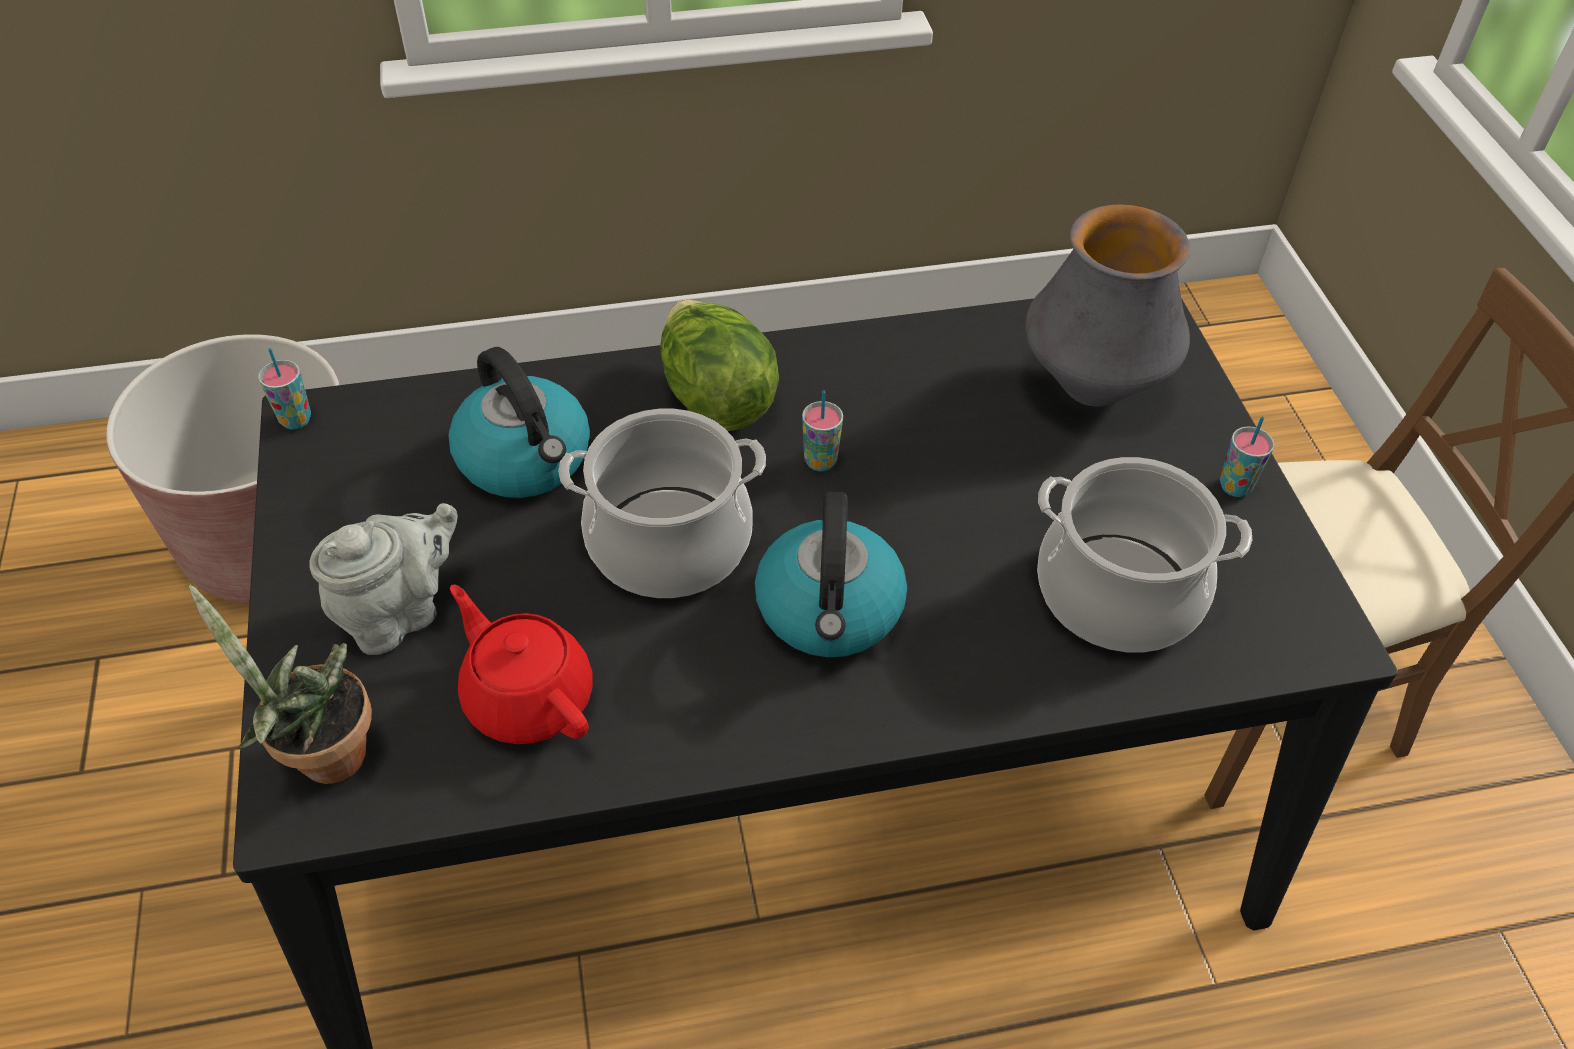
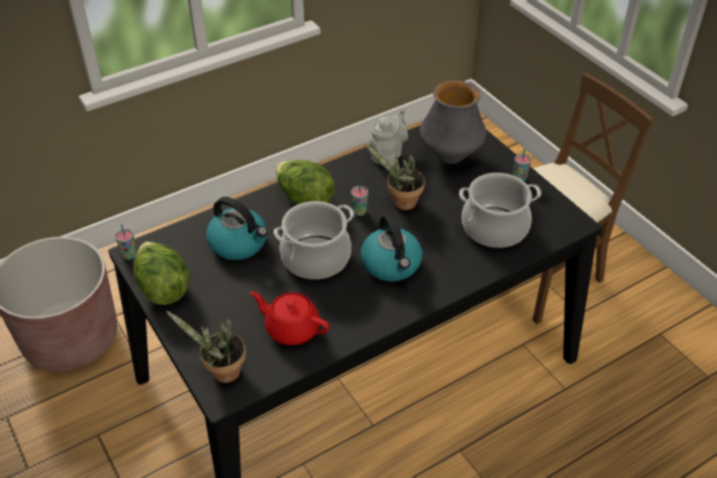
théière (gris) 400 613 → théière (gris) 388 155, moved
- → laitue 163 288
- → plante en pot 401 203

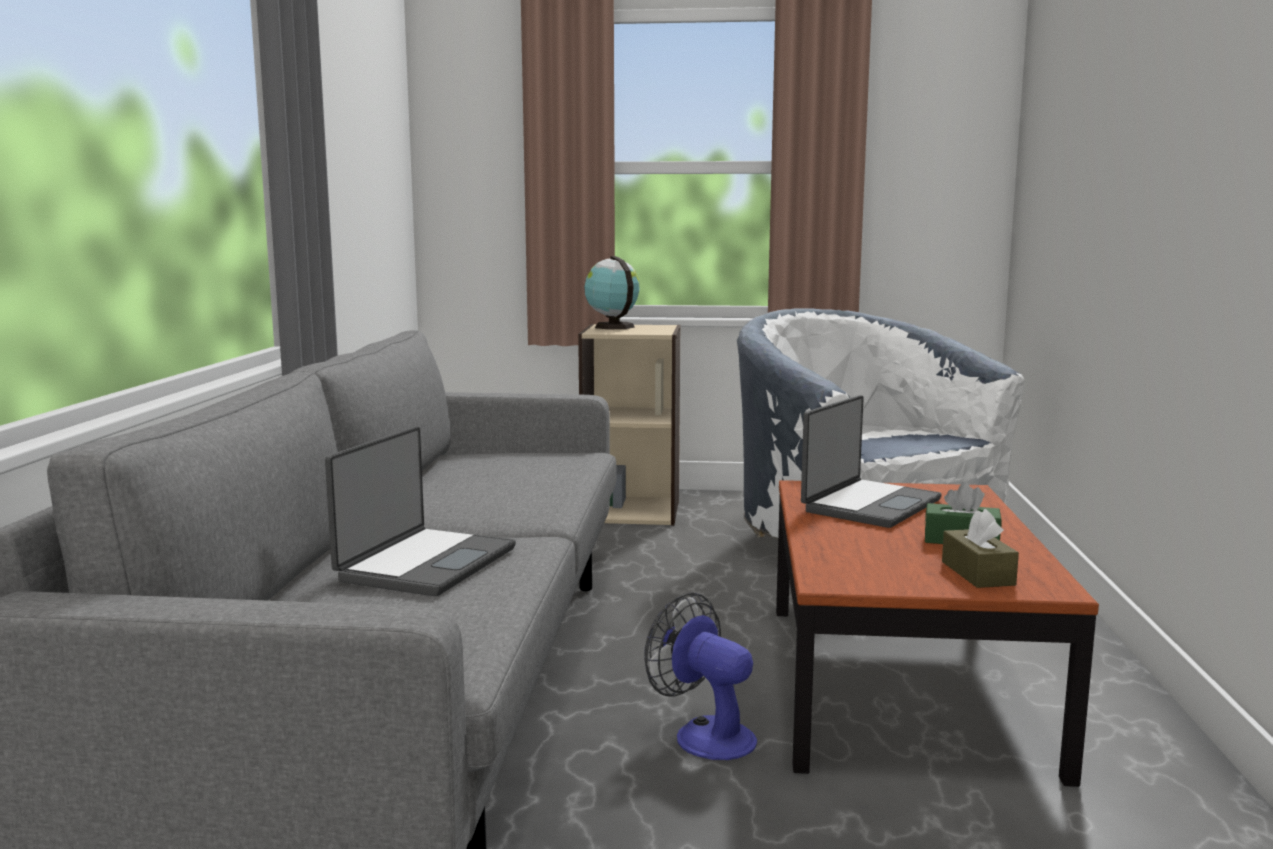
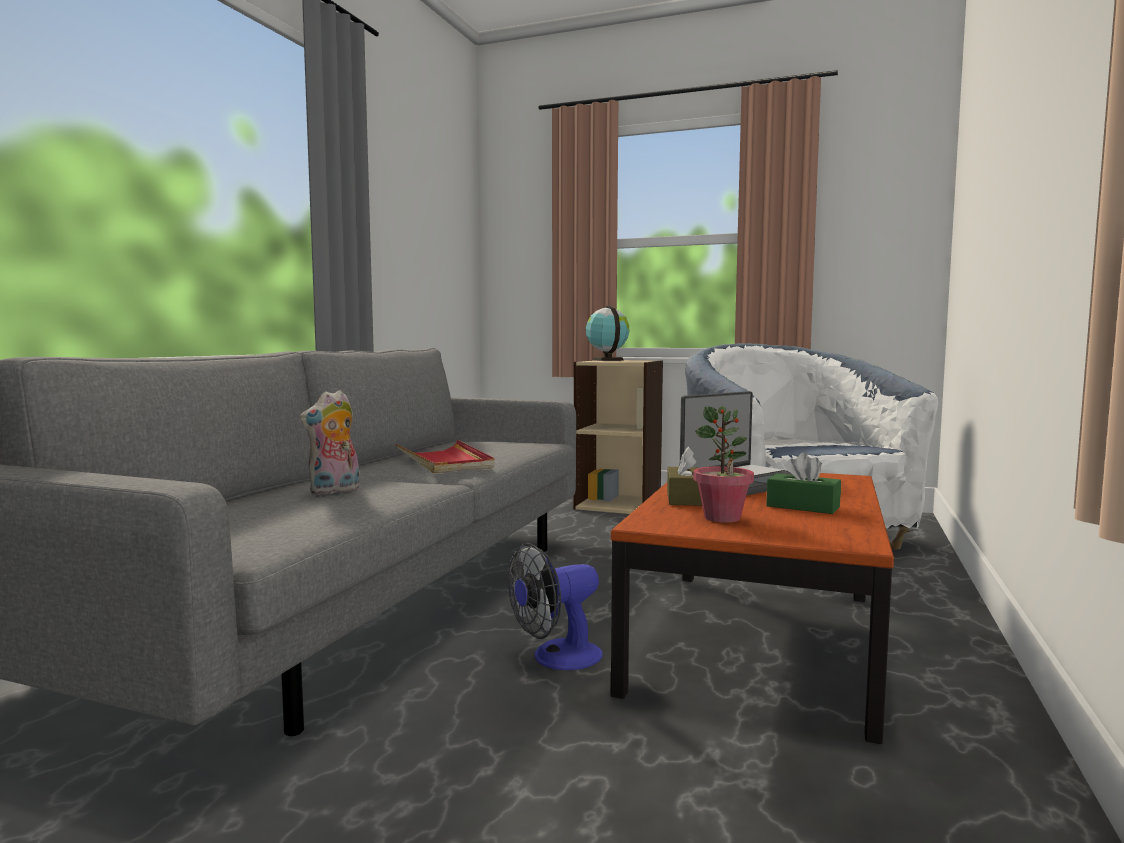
ordinateur portable 425 564 → peluche 335 491
ventilateur 704 734 → ventilateur 556 658, 90 degrees counterclockwise
boîte à mouchoirs (marron) 977 573 → boîte à mouchoirs (marron) 684 498, moved
- → plateau (rouge) 445 461
- → plante en pot 722 518

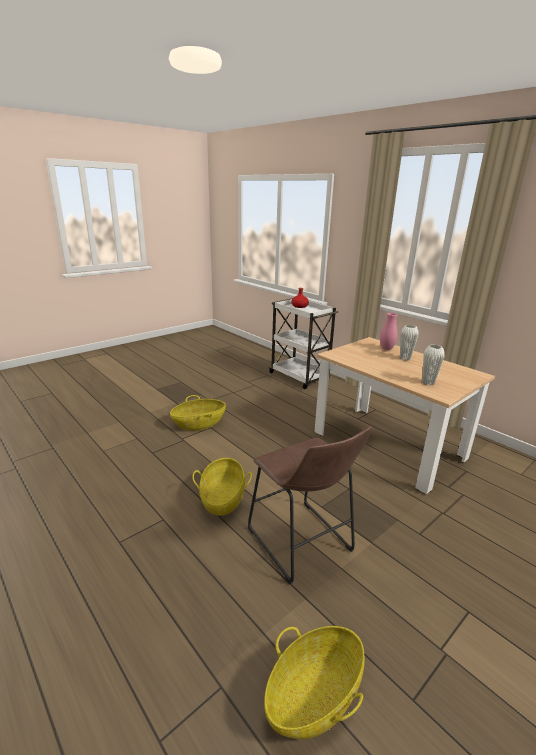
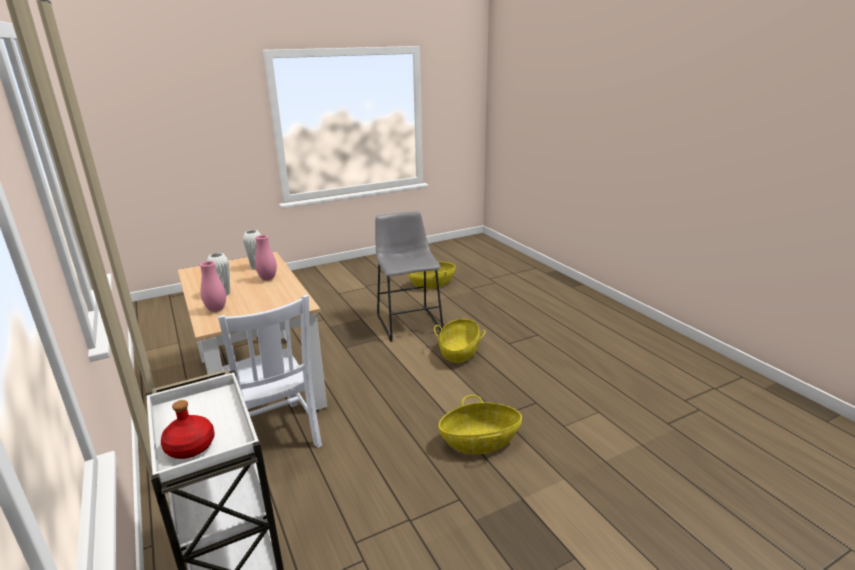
tabouret (marron) 302 544 → tabouret (gris) 408 322
- → chaise (blanc) 276 437
- → vase (rose) 268 278

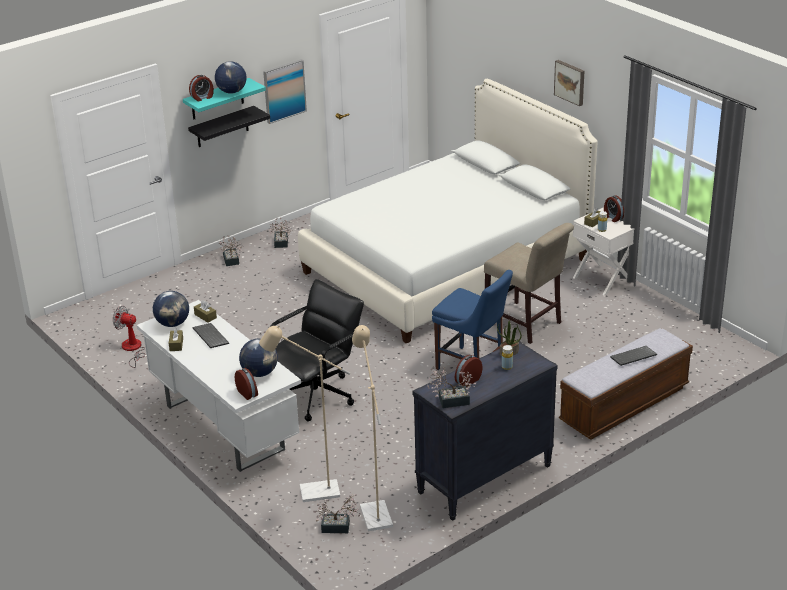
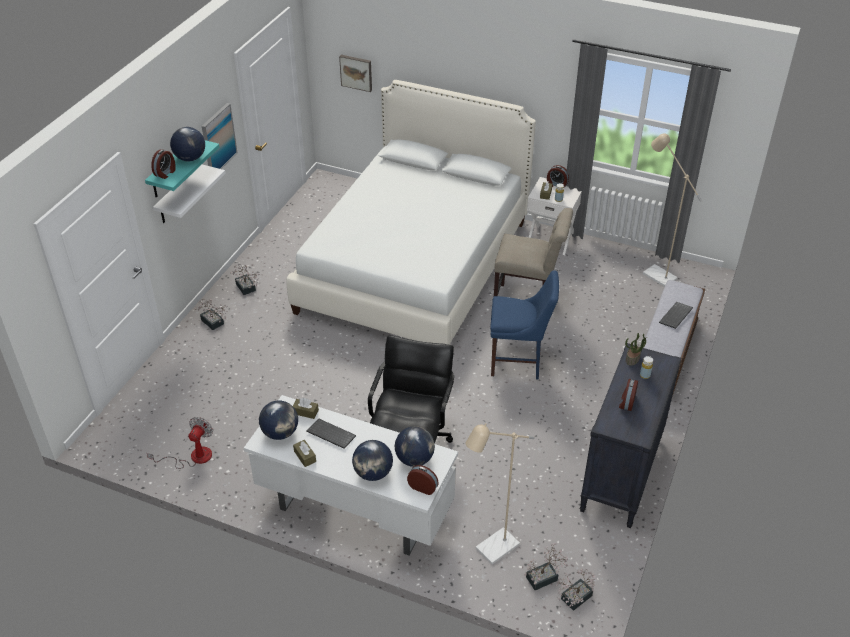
ventilateur 132 349 → ventilateur 193 457, 120 degrees clockwise
étagère (noir) 222 127 → étagère (blanc) 178 195
lampadaire (beige) 374 511 → lampadaire (beige) 654 273, moved
plante en pot 450 401 → plante en pot 573 599, moved
tableau 570 82 → tableau 356 72, moved
- → globe 373 473

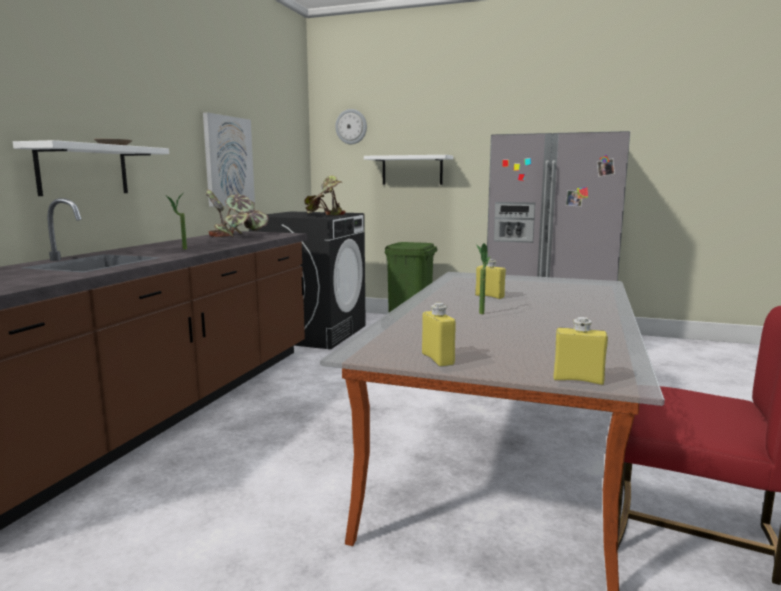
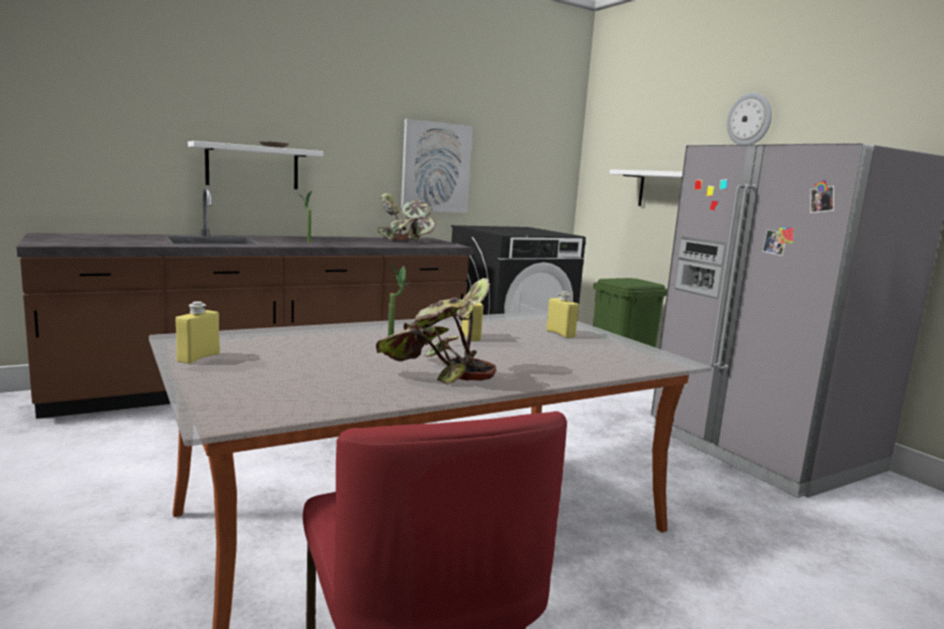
plante en pot 324 215 → plante en pot 437 372, moved
horloge murale 351 126 → horloge murale 749 119, moved
bouteille (jaune) 578 380 → bouteille (jaune) 560 334, moved

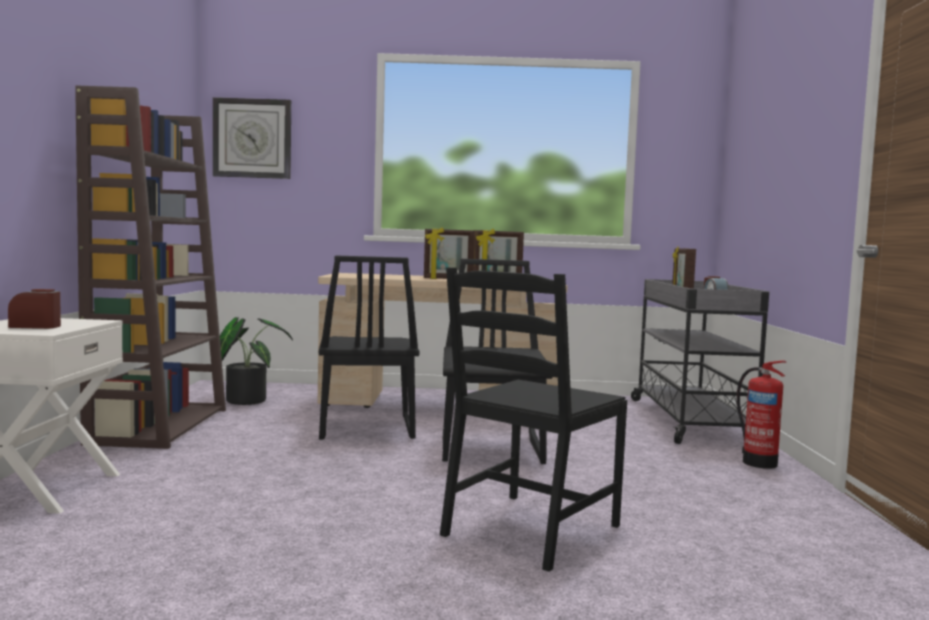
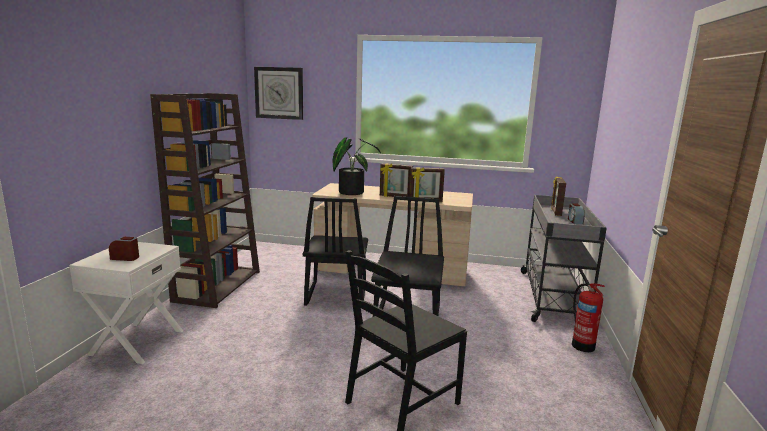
plante en pot 246 400 → plante en pot 351 192, moved

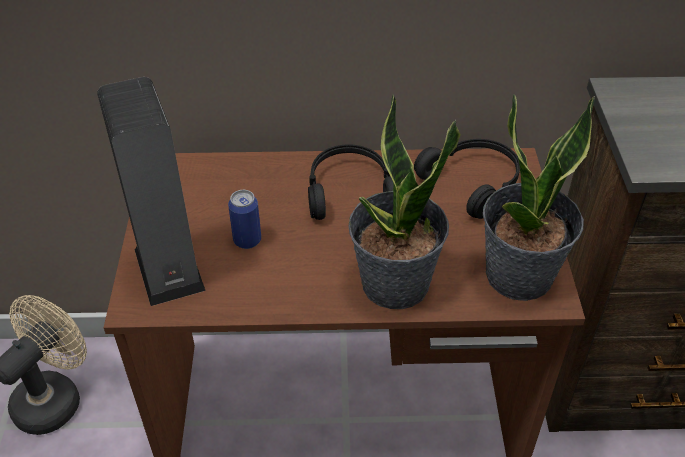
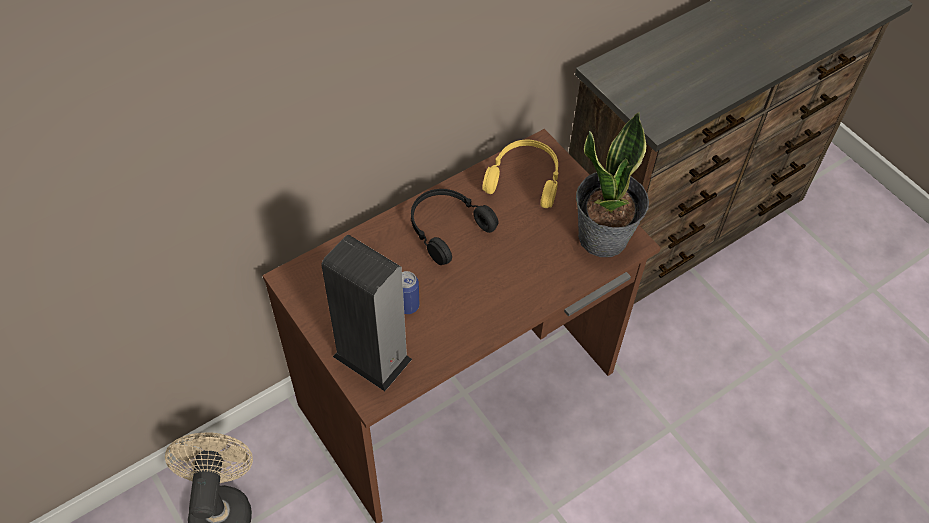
plante en pot 394 284 → -
casque audio (noir) 473 182 → casque audio (jaune) 525 178

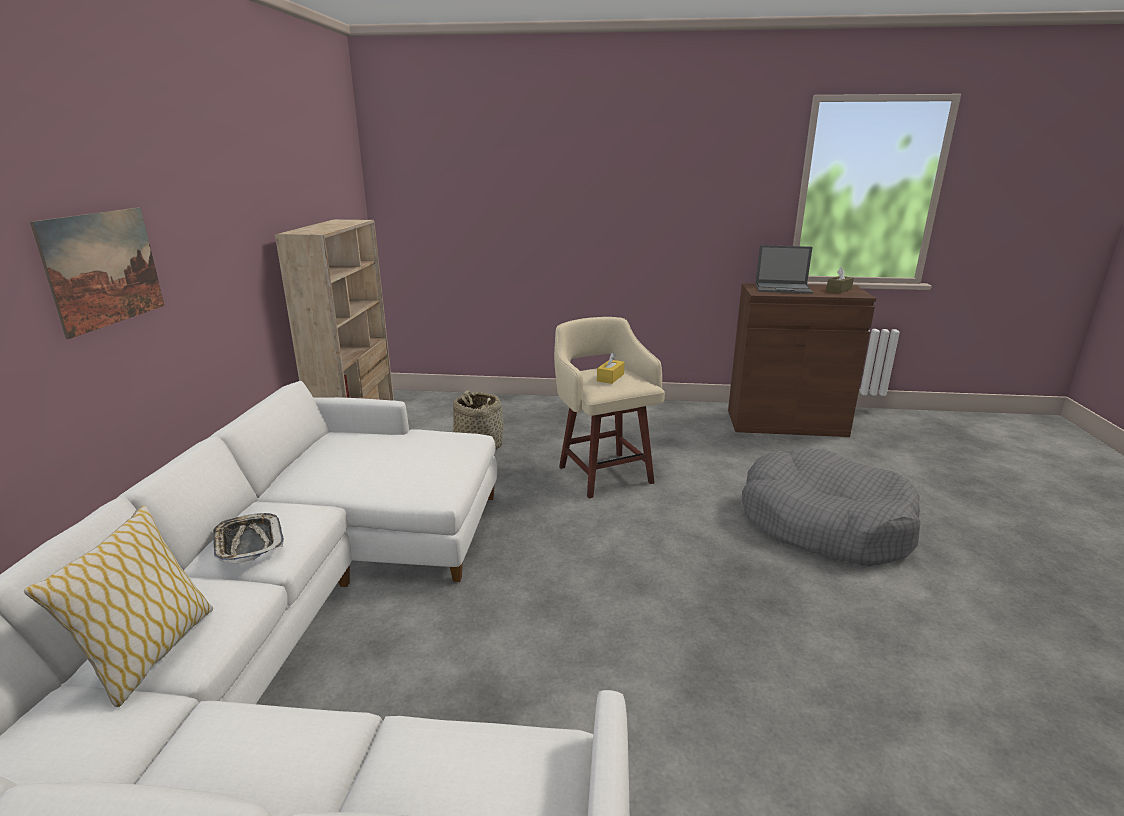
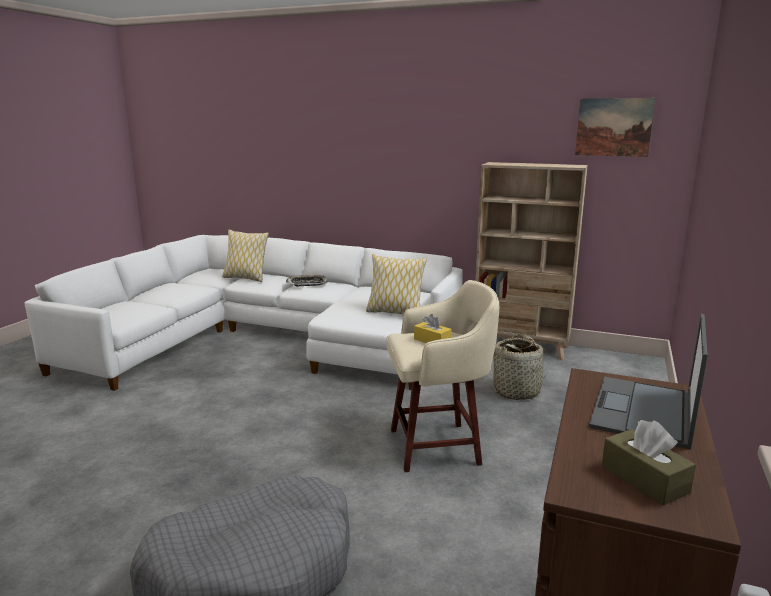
tableau 104 269 → tableau 613 127, moved
- → coussin 395 312

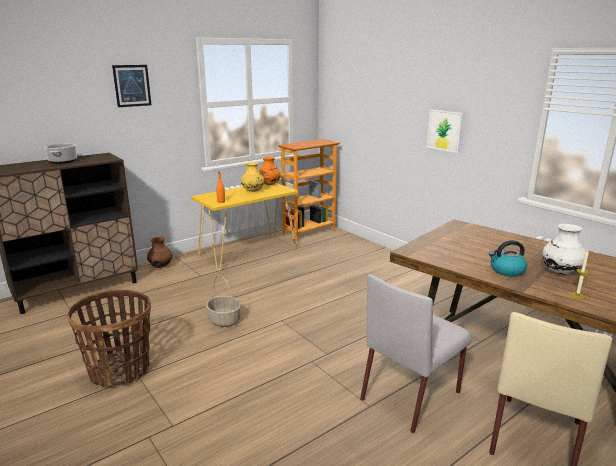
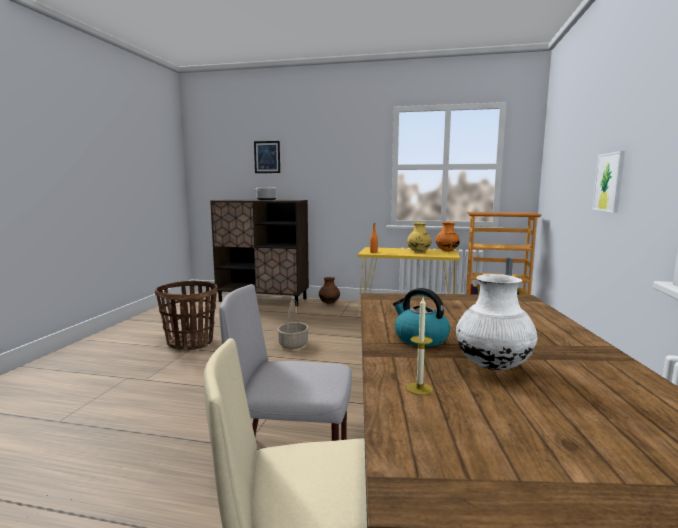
tableau 132 85 → tableau 267 157, moved

